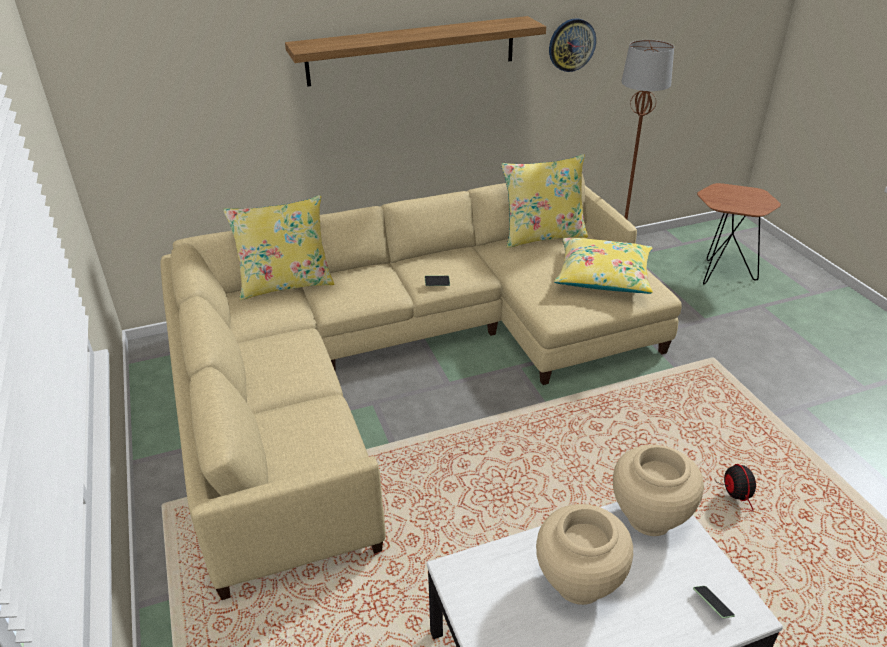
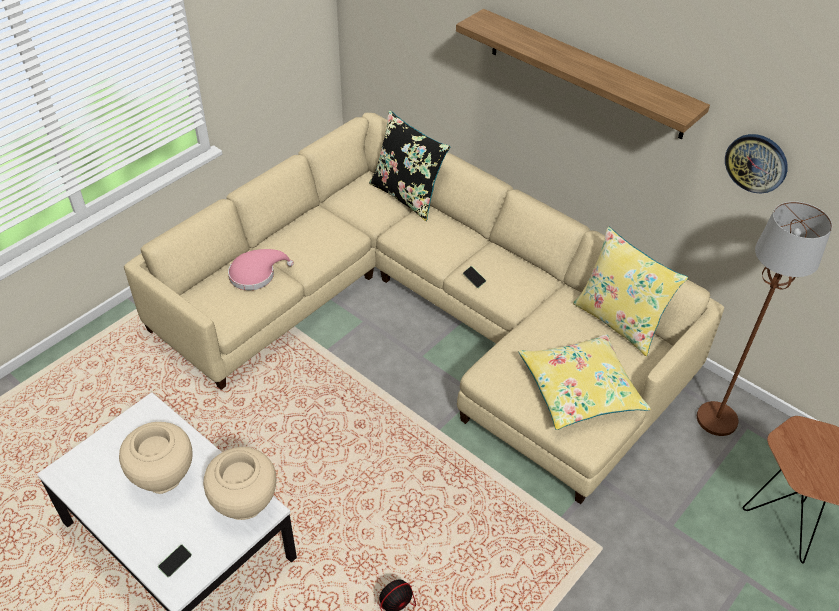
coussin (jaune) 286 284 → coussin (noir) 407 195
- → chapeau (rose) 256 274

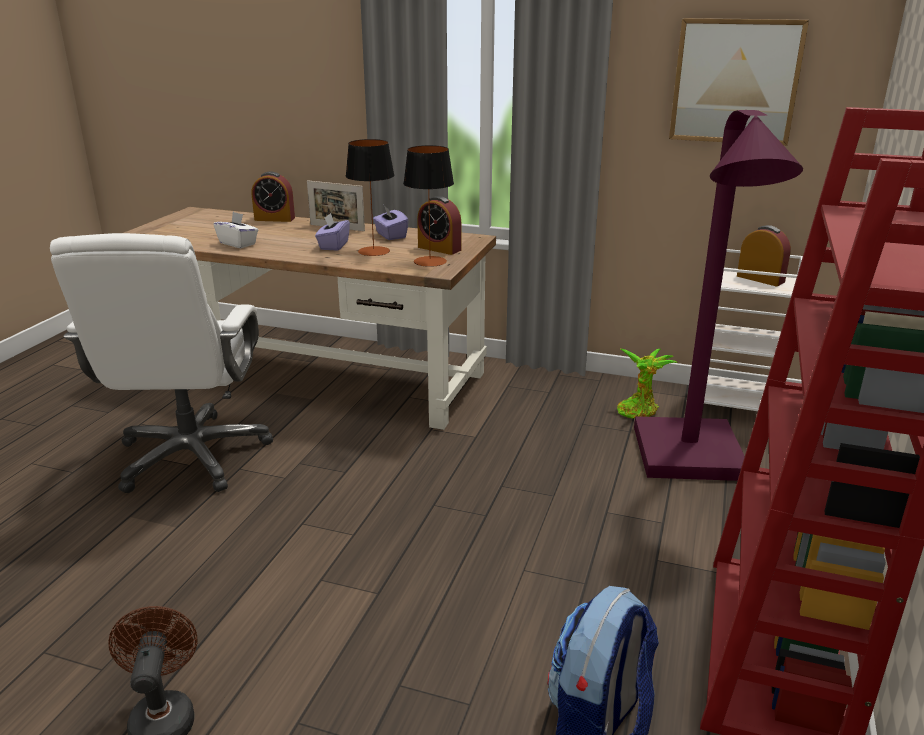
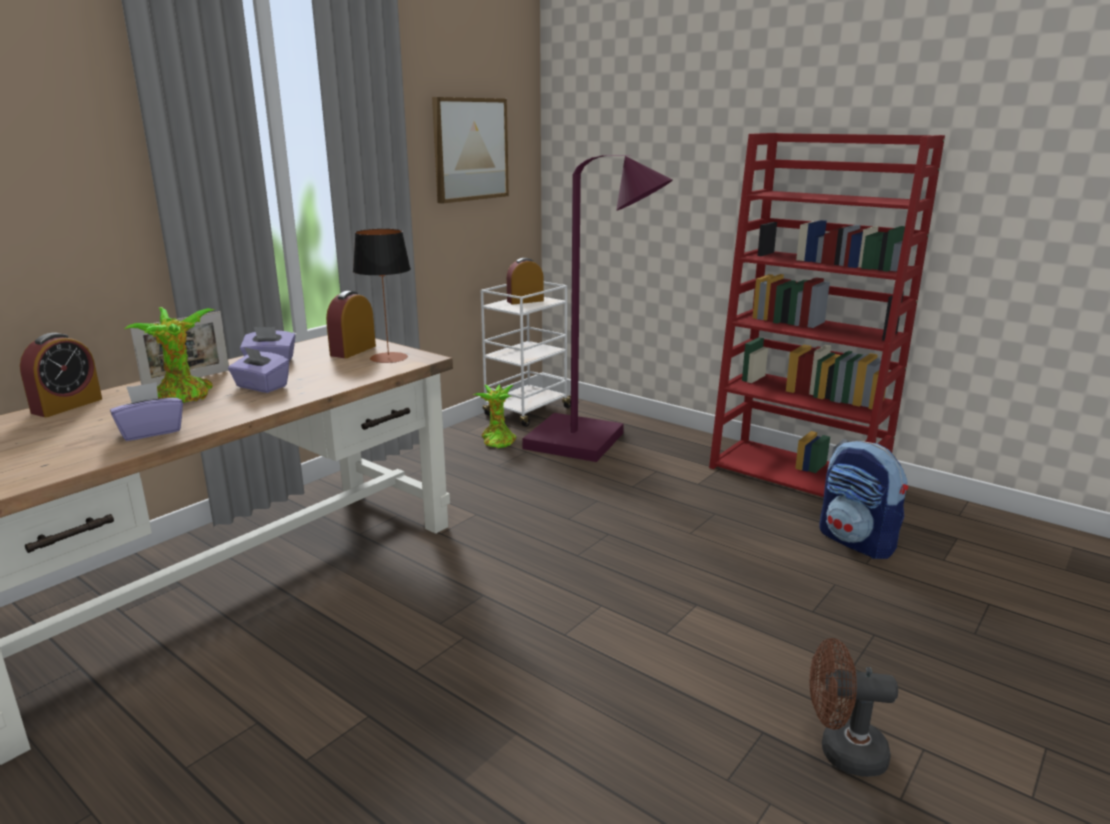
chaise de bureau (blanc) 192 456 → -
boîte à mouchoirs (blanc) 238 243 → boîte à mouchoirs (violet) 151 432
lampe de table 373 251 → -
réveil 439 248 → réveil 353 351, 150 degrees clockwise
- → plante en pot 185 397

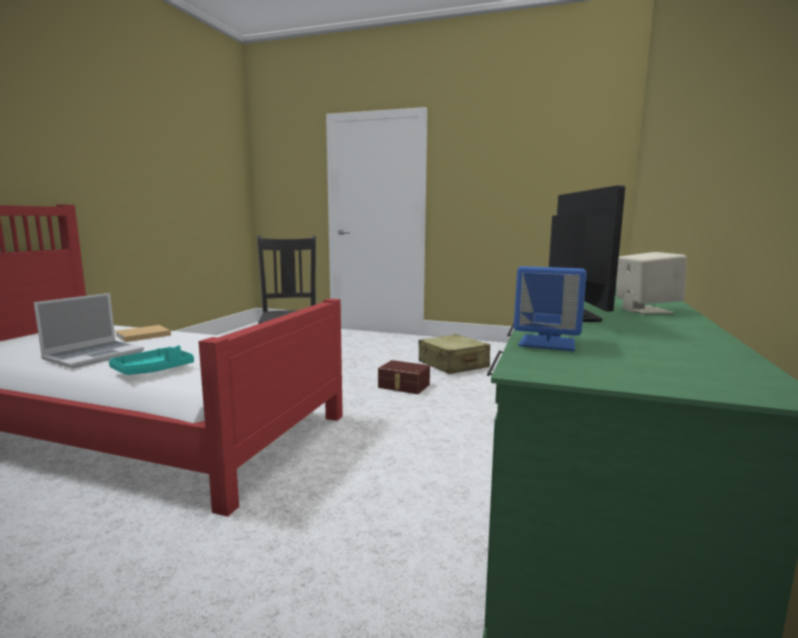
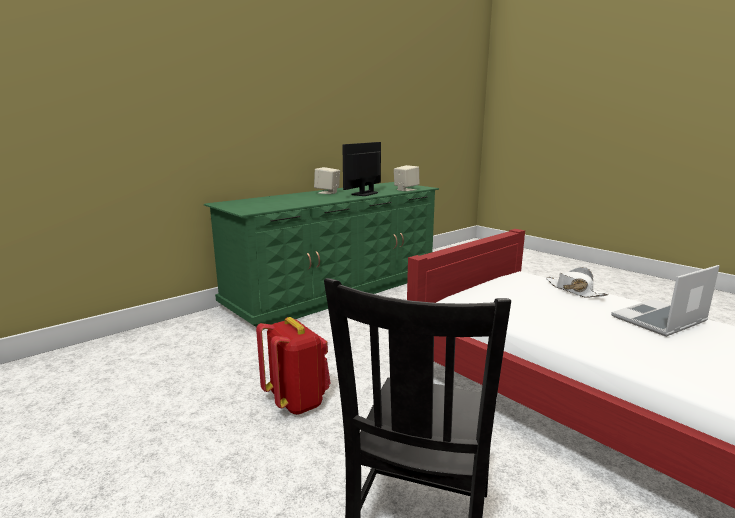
plateau (turquoise) 154 370 → chapeau (blanc) 574 290
livre (beige) 141 335 → -
boîte de rangement (marron) 403 386 → sac à dos (rouge) 297 401
valise (beige) 453 365 → -
enceinte (bleu) 548 343 → enceinte (beige) 405 189

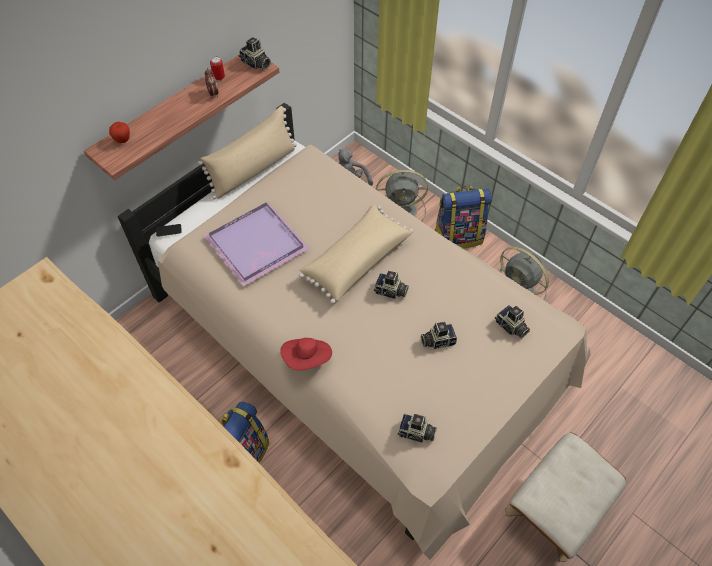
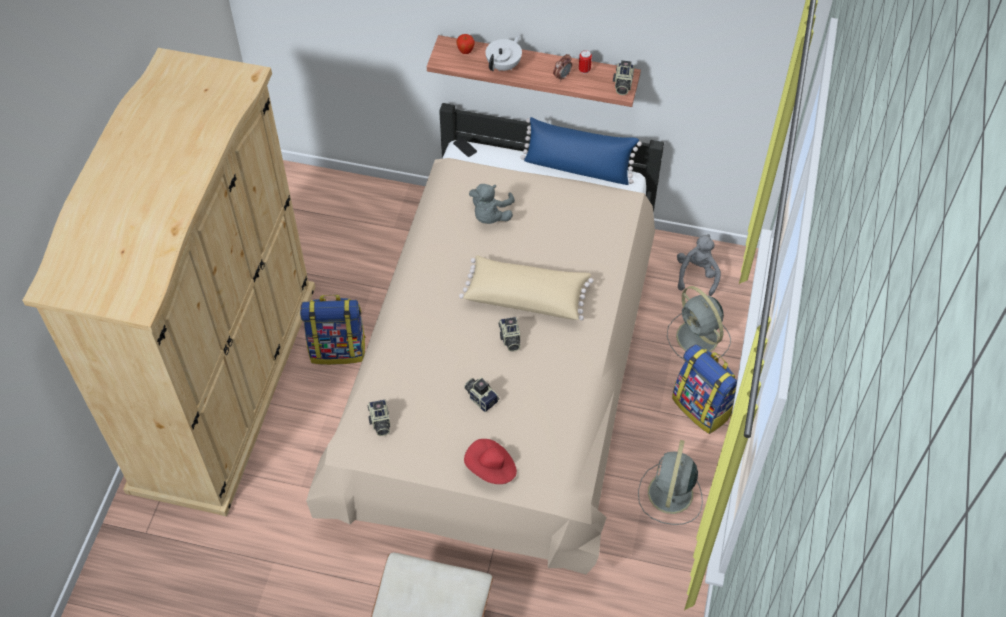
coussin (beige) 254 169 → coussin (bleu) 578 168
plateau (violet) 256 246 → peluche (gris) 490 215
chapeau (rouge) 307 358 → chapeau (rouge) 491 469, moved
appareil photo 511 327 → -
- → théière (blanc) 504 65

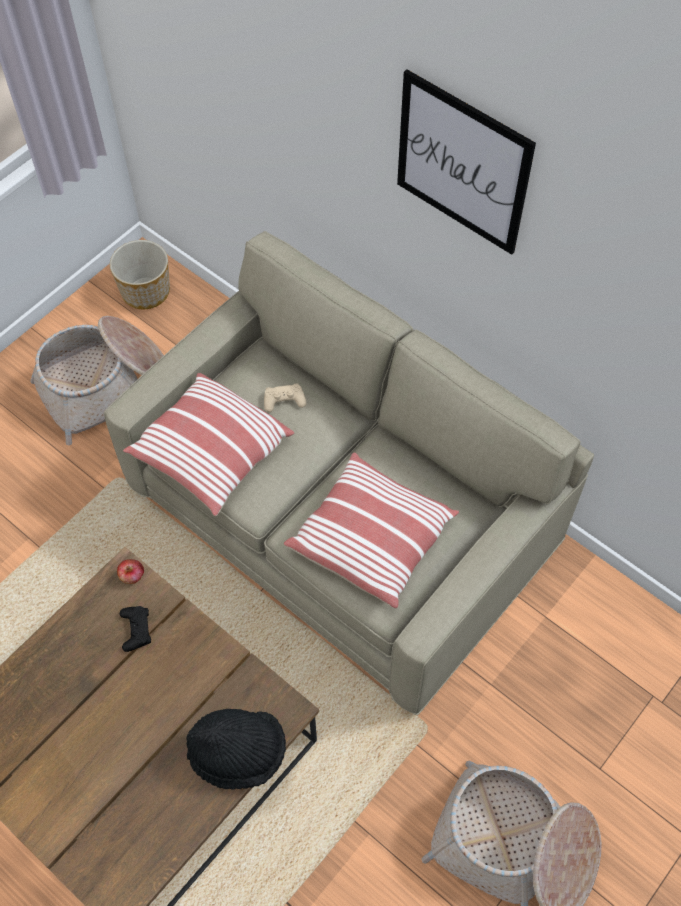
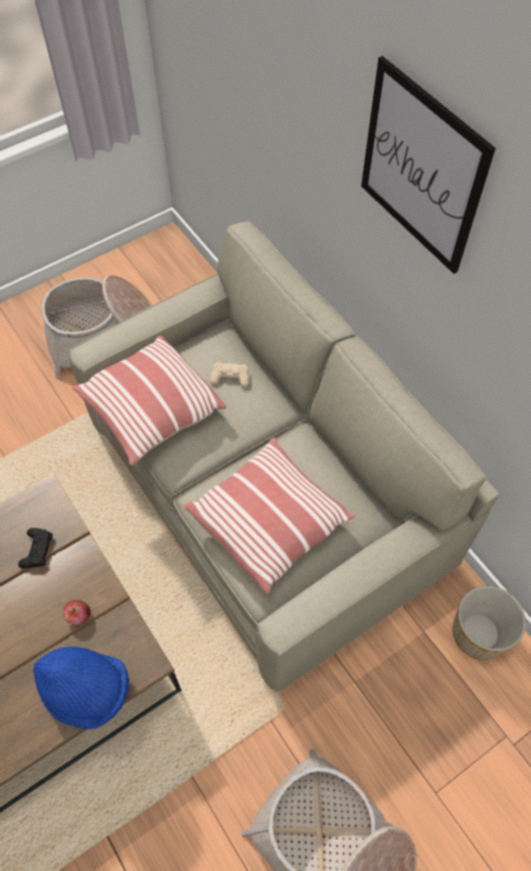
cache-pot 146 291 → cache-pot 480 633, moved
pomme 132 576 → pomme 79 616, moved
chapeau (noir) 238 754 → chapeau (bleu) 87 691

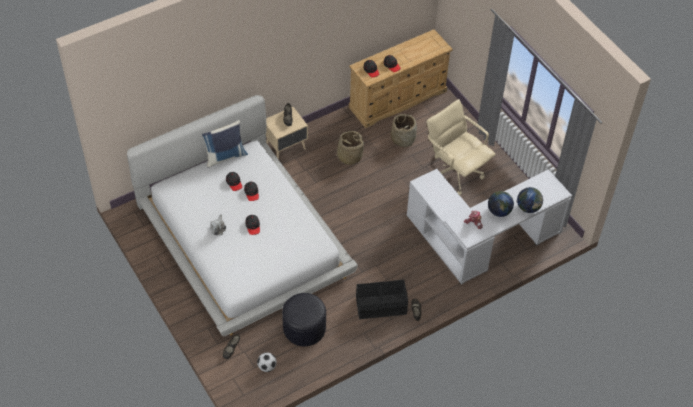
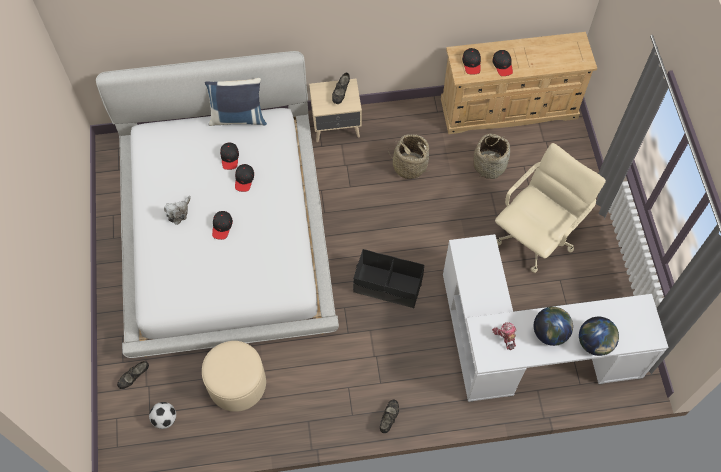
pouf (noir) 304 328 → pouf (beige) 237 383
boîte de rangement (noir) 381 306 → boîte de rangement (noir) 388 286, moved
chaise de bureau (beige) 455 172 → chaise de bureau (beige) 536 236, 60 degrees clockwise

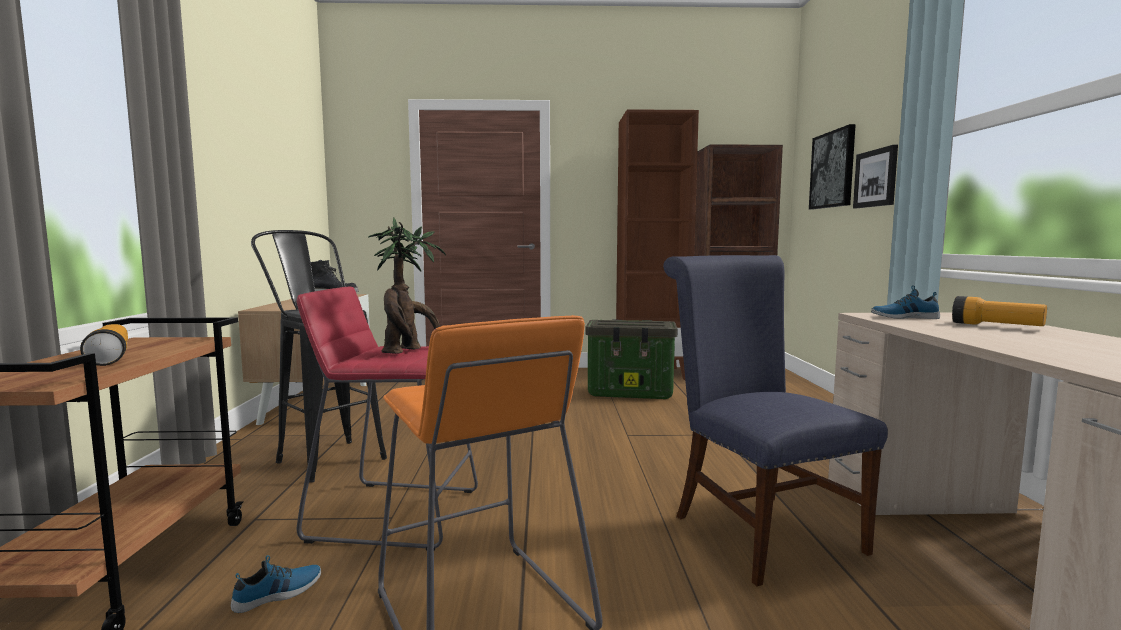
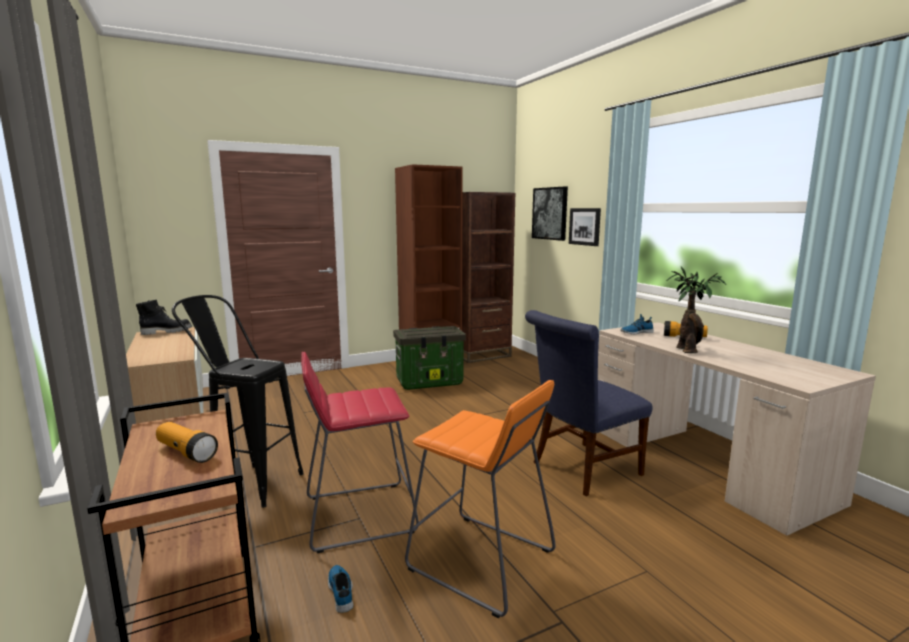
chaussure 278 593 → chaussure 341 591, 45 degrees counterclockwise
plante en pot 408 351 → plante en pot 687 350, moved
chaise (bleu) 758 529 → chaise (bleu) 581 470, 75 degrees counterclockwise

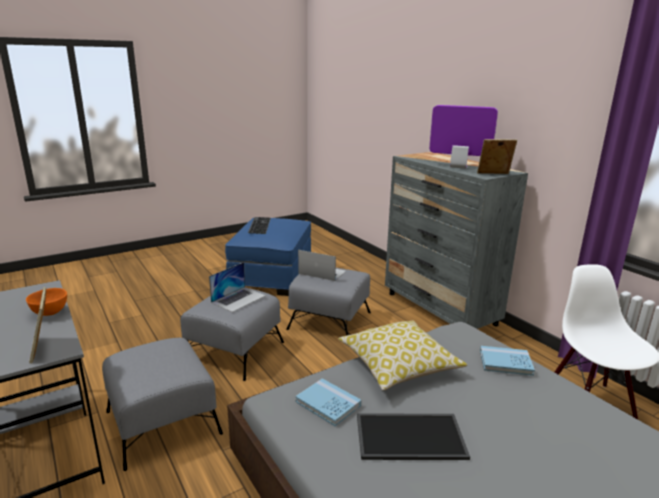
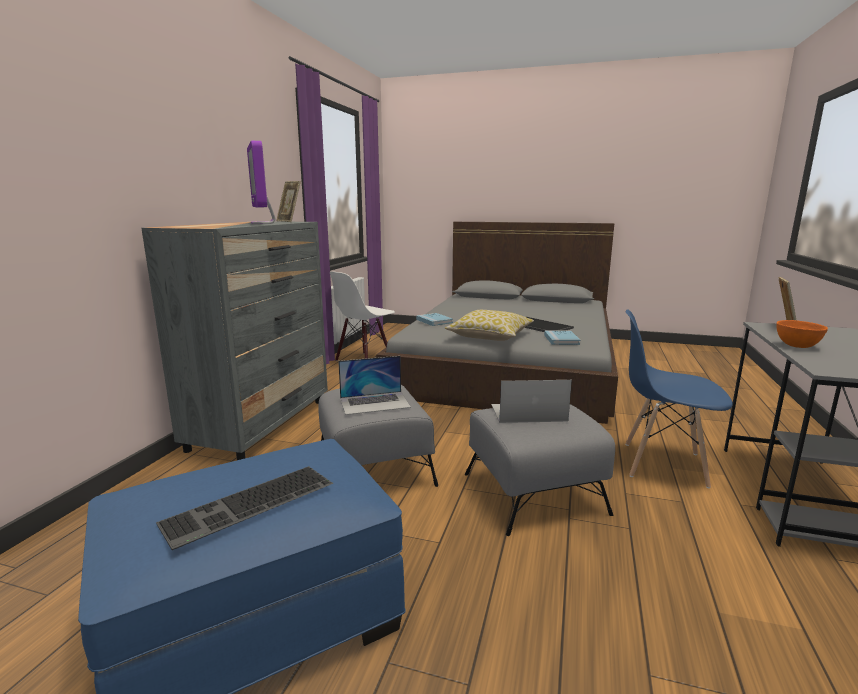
pouf (gris) 162 423 → chaise (bleu) 662 464
ordinateur portable 322 272 → ordinateur portable 375 402, 90 degrees counterclockwise

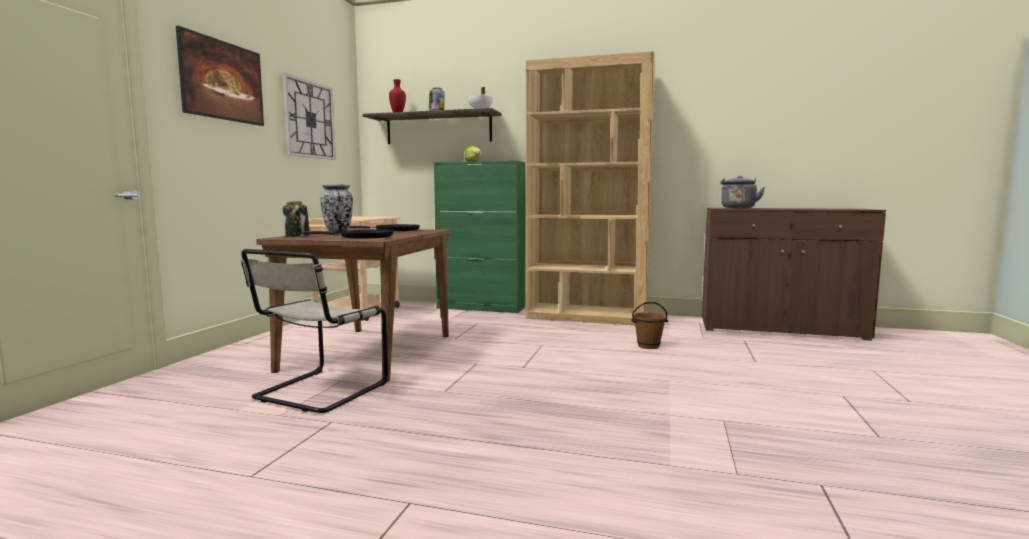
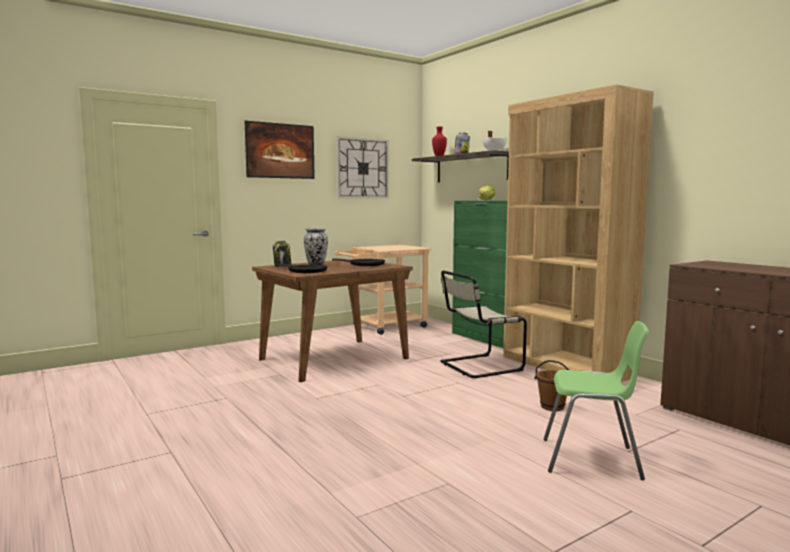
chaise (beige) 317 392 → chaise (beige) 478 366, moved
bouilloire (gris) 738 208 → -
- → chaise (vert) 591 459

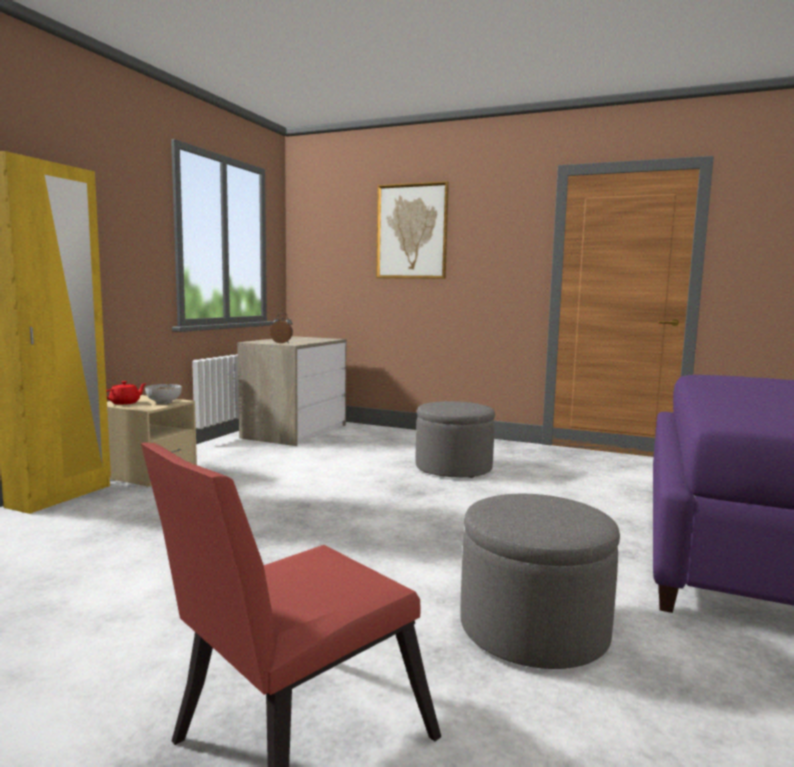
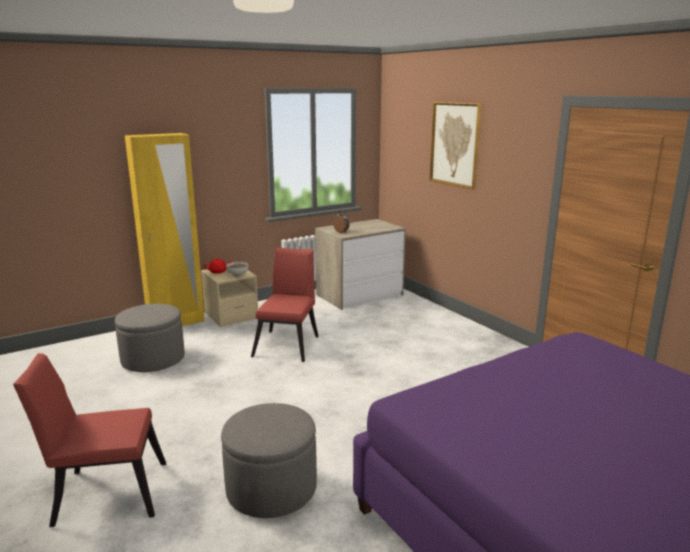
pouf (gris) 453 468 → pouf (gris) 153 359, moved
- → chaise (rouge) 288 344

